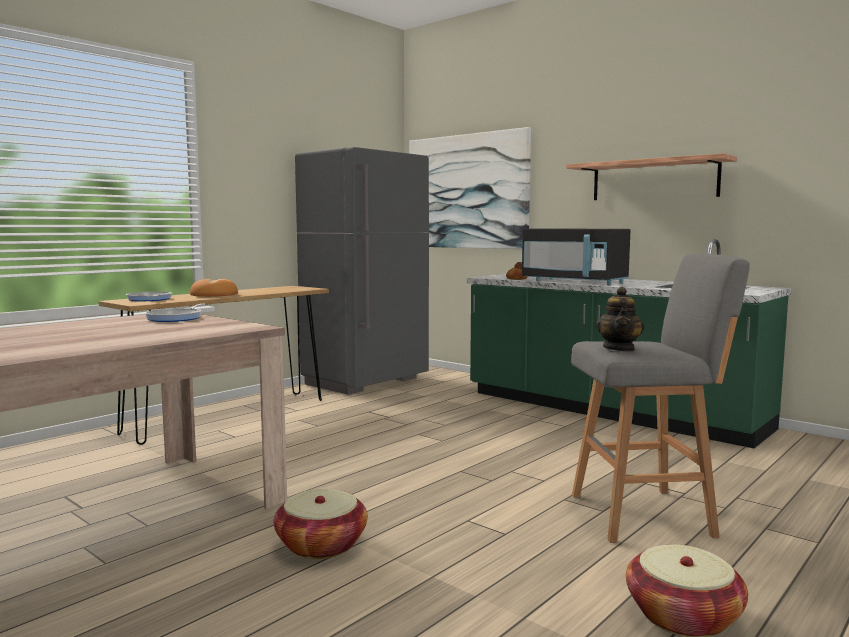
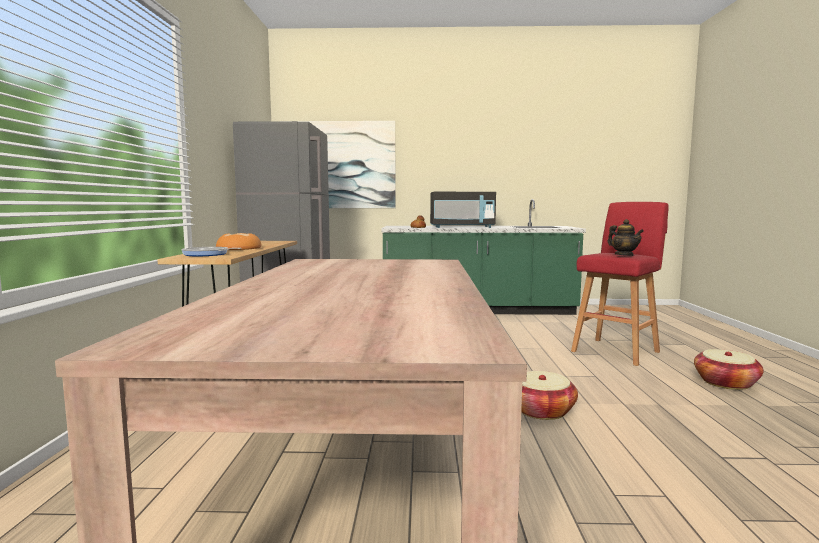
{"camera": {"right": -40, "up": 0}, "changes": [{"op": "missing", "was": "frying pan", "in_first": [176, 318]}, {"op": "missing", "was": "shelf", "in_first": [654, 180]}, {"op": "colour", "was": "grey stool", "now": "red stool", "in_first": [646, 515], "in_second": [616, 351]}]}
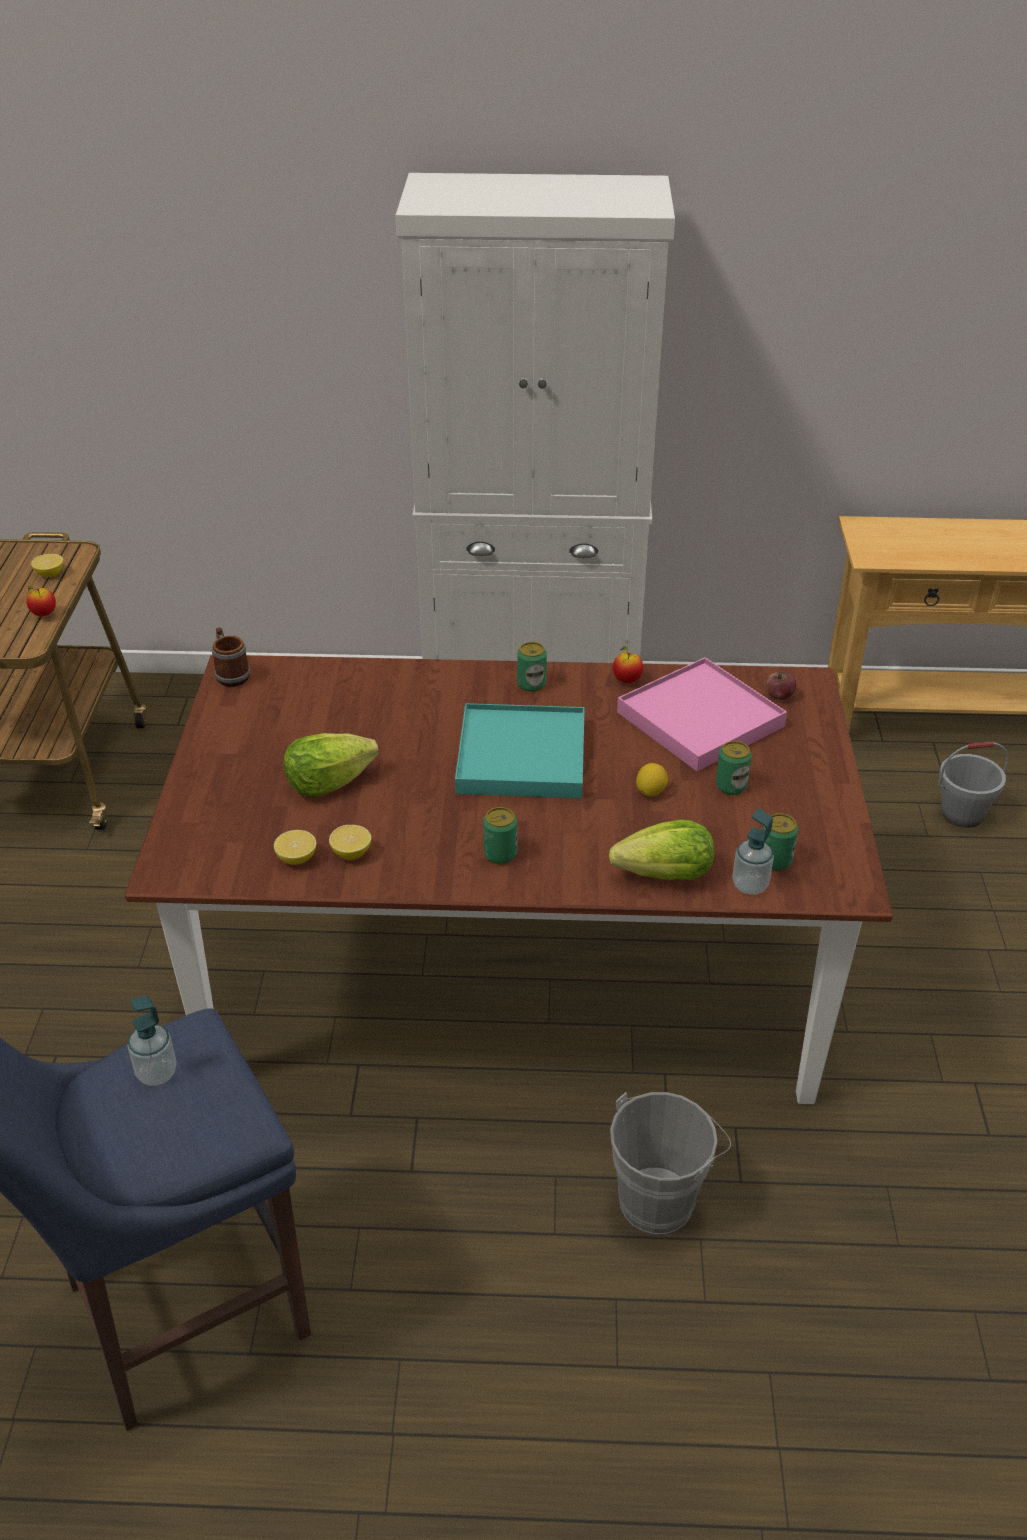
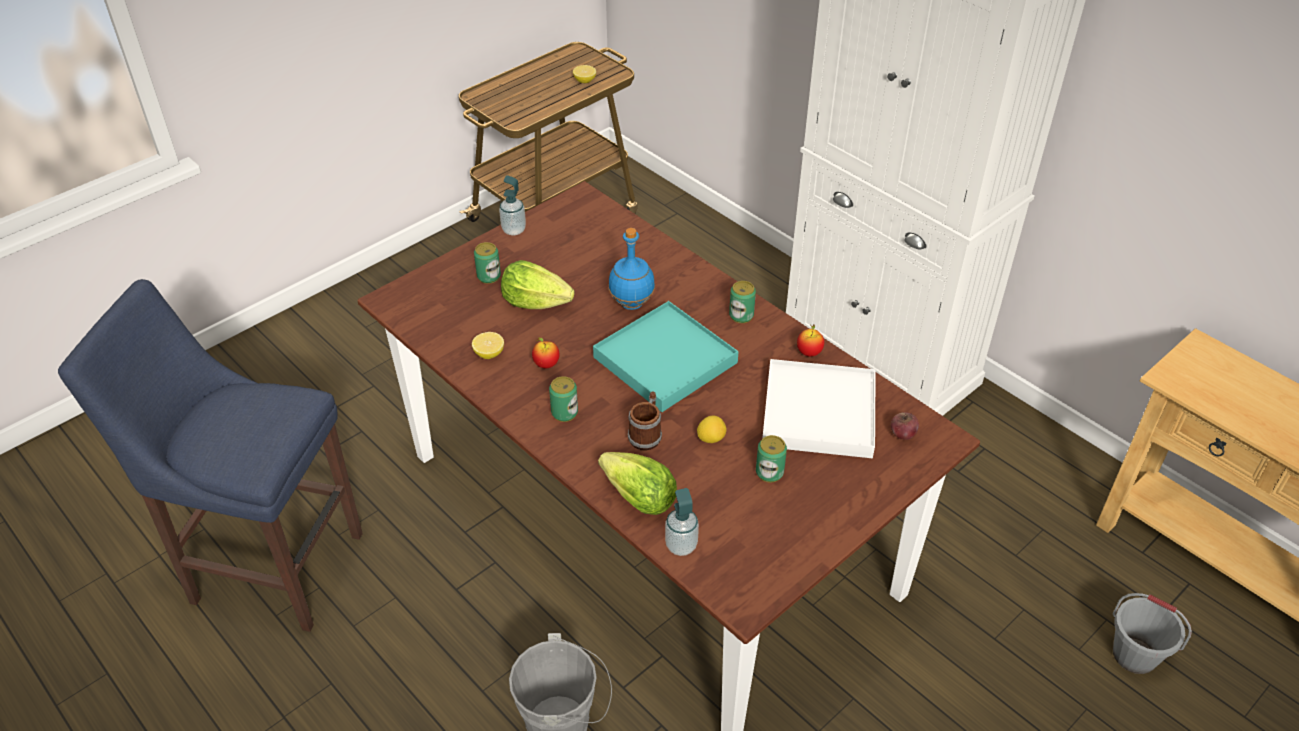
{"camera": {"right": 45, "up": 5}, "changes": [{"op": "missing", "was": "lemon", "in_first": [297, 858]}, {"op": "appeared", "now": "blue bottle", "in_second": [632, 303]}, {"op": "relocated", "was": "apple", "in_first": [44, 614], "in_second": [546, 364]}, {"op": "relocated", "was": "soap dispenser", "in_first": [157, 1073], "in_second": [514, 230]}, {"op": "relocated", "was": "mug", "in_first": [230, 674], "in_second": [646, 434]}, {"op": "relocated", "was": "can", "in_first": [775, 860], "in_second": [489, 276]}, {"op": "colour", "was": "pink tray", "now": "white tray", "in_first": [701, 719], "in_second": [819, 413]}]}
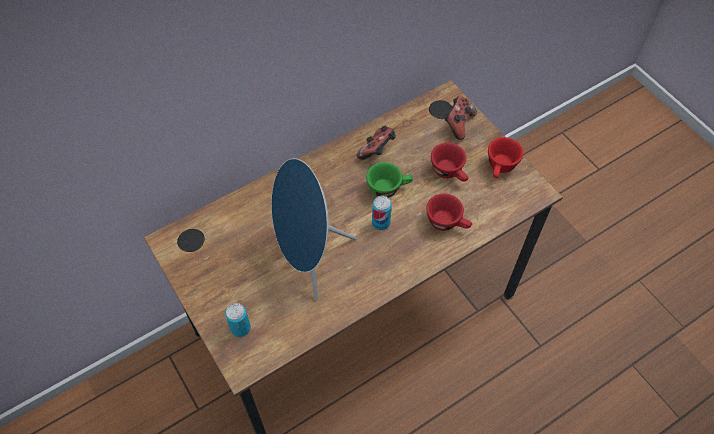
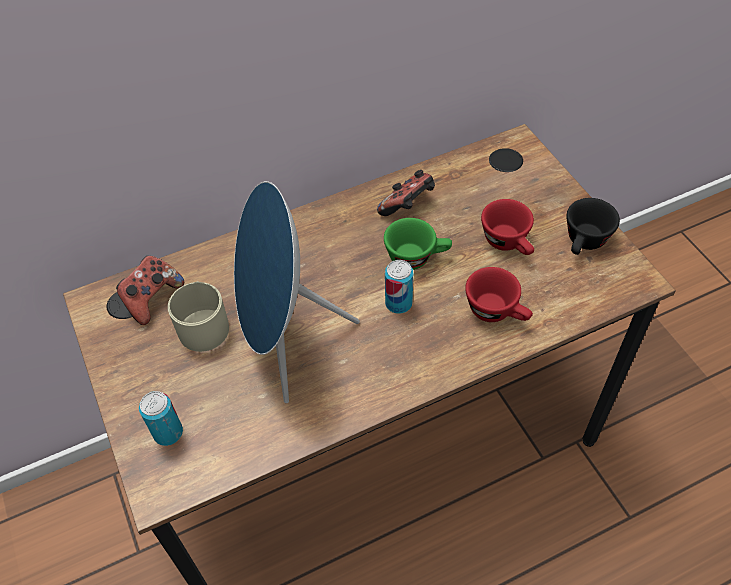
{"camera": {"right": 10, "up": -5}, "changes": [{"op": "appeared", "now": "beige mug", "in_second": [203, 324]}, {"op": "relocated", "was": "game controller", "in_first": [458, 124], "in_second": [152, 298]}, {"op": "colour", "was": "red cup", "now": "black cup", "in_first": [500, 168], "in_second": [584, 243]}]}
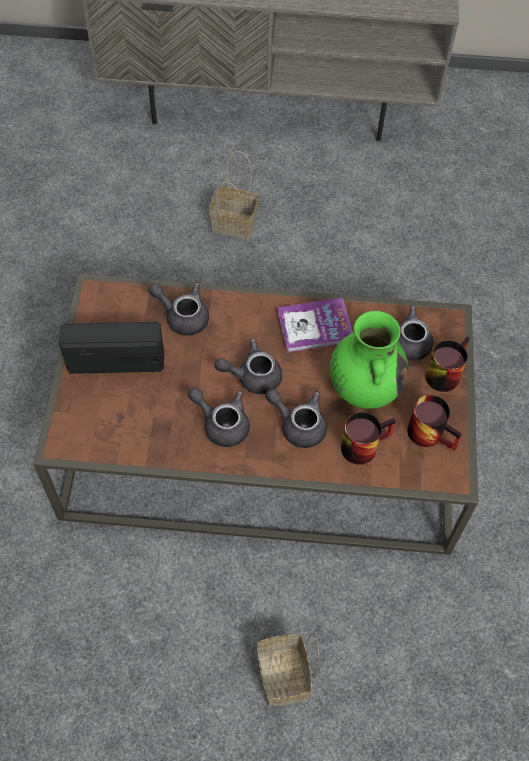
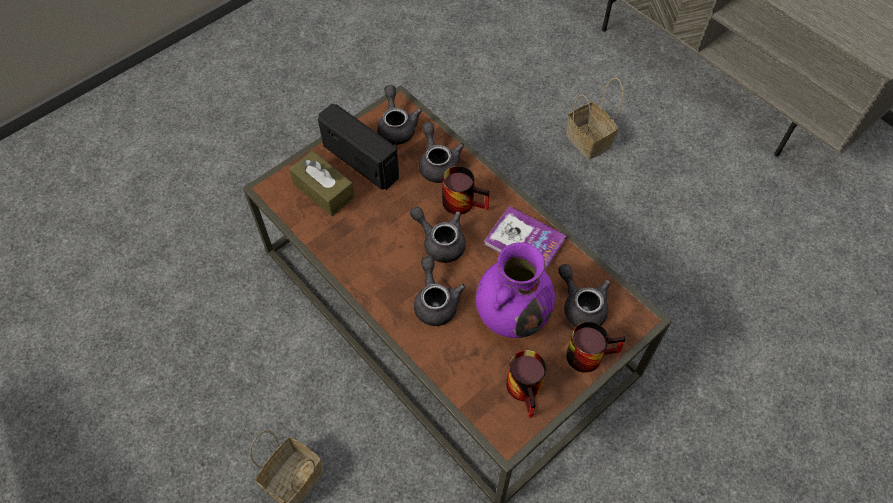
{"camera": {"right": 45, "up": 0}, "changes": [{"op": "appeared", "now": "brown tissue box", "in_second": [323, 190]}, {"op": "relocated", "was": "grey teapot", "in_first": [221, 423], "in_second": [396, 126]}, {"op": "relocated", "was": "mug", "in_first": [363, 443], "in_second": [464, 201]}, {"op": "colour", "was": "green vase", "now": "purple vase", "in_first": [364, 388], "in_second": [512, 315]}]}
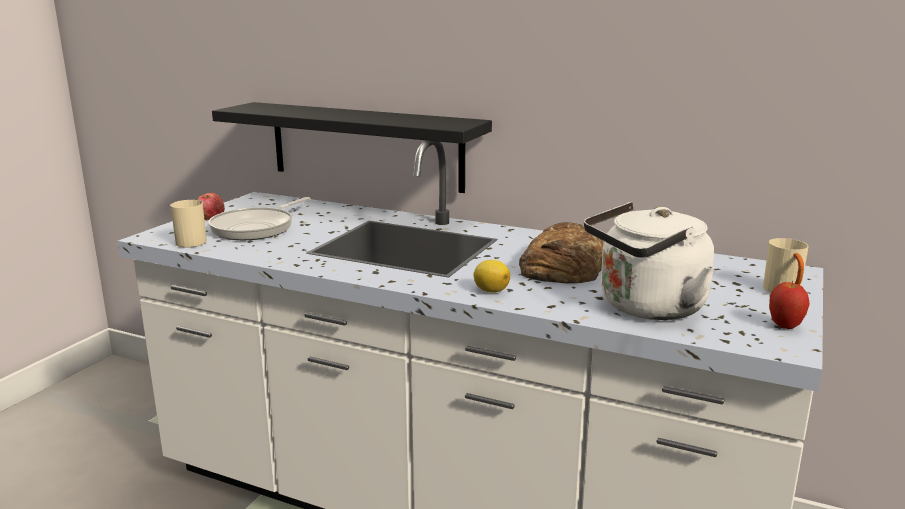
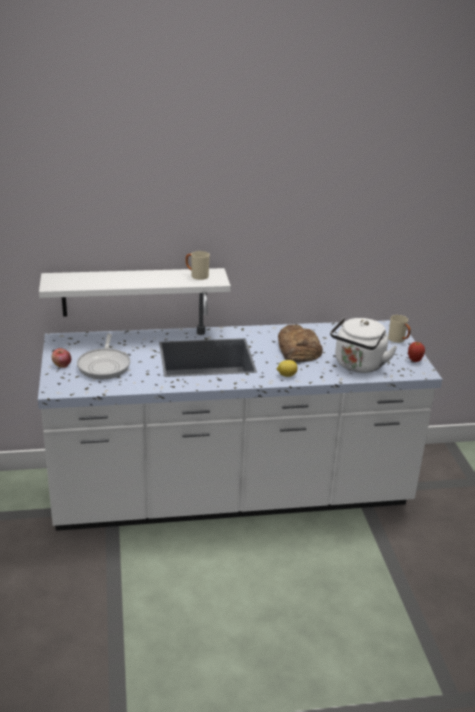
{"camera": {"right": -35, "up": 10}, "changes": [{"op": "relocated", "was": "beige mug", "in_first": [190, 241], "in_second": [196, 275]}, {"op": "colour", "was": "black shelf", "now": "white shelf", "in_first": [365, 146], "in_second": [135, 292]}]}
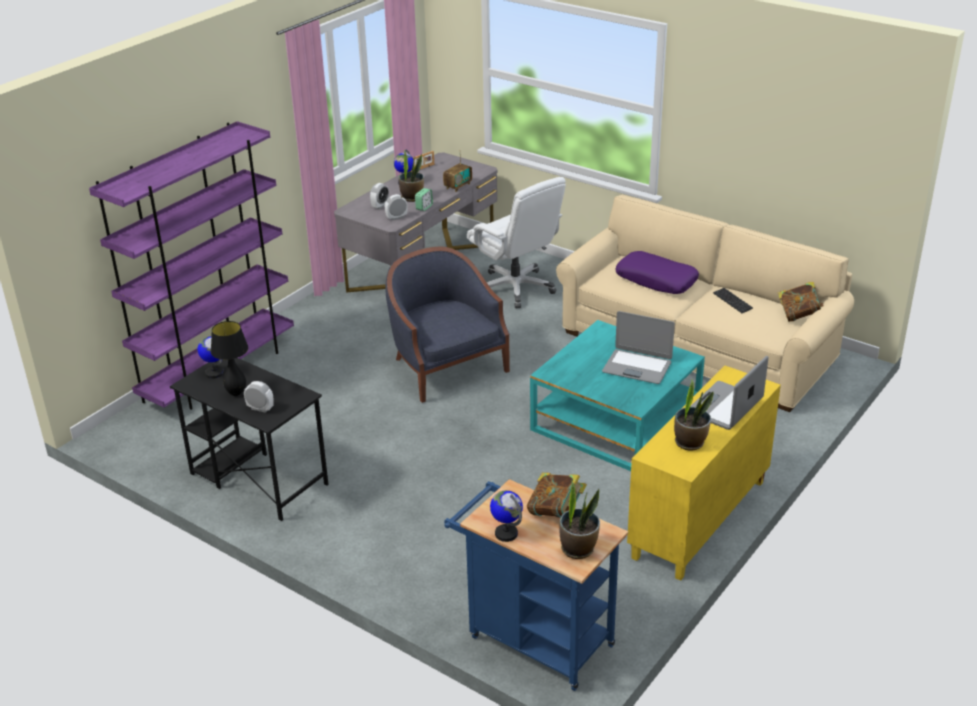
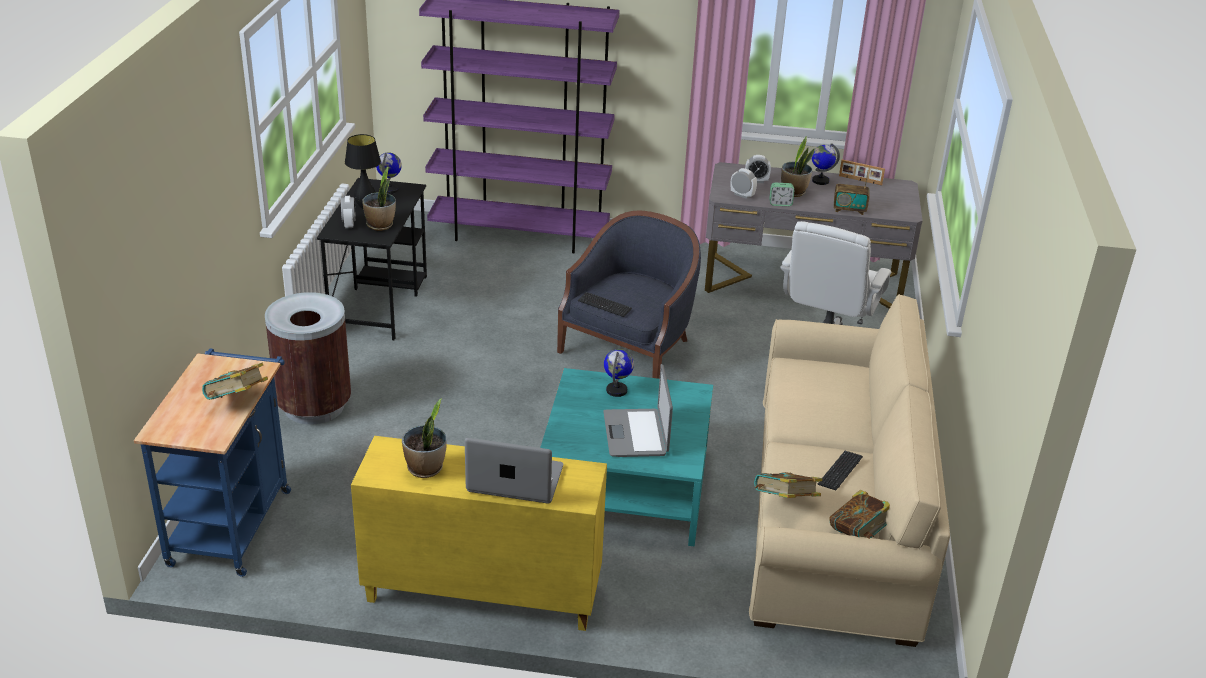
{"camera": {"right": 60, "up": 0}, "changes": [{"op": "missing", "was": "purple pillow", "in_first": [656, 280]}, {"op": "appeared", "now": "brown trash can", "in_second": [314, 406]}, {"op": "appeared", "now": "keyboard", "in_second": [604, 305]}, {"op": "appeared", "now": "book", "in_second": [784, 503]}, {"op": "relocated", "was": "globe", "in_first": [506, 533], "in_second": [617, 390]}, {"op": "relocated", "was": "potted plant", "in_first": [578, 549], "in_second": [380, 225]}]}
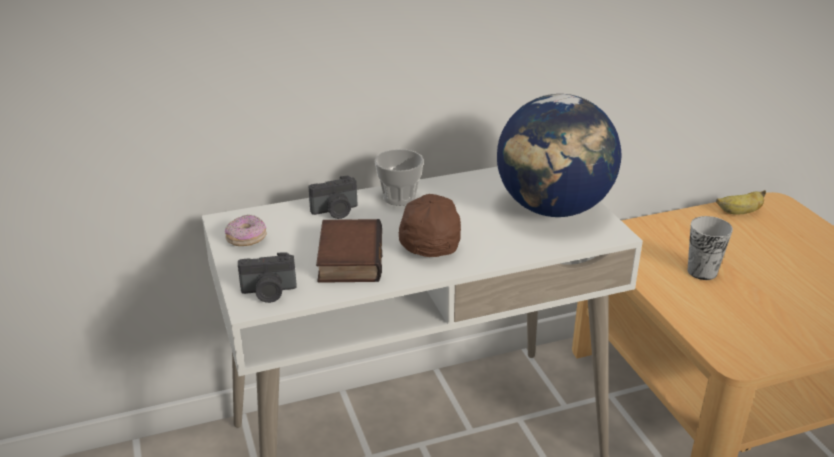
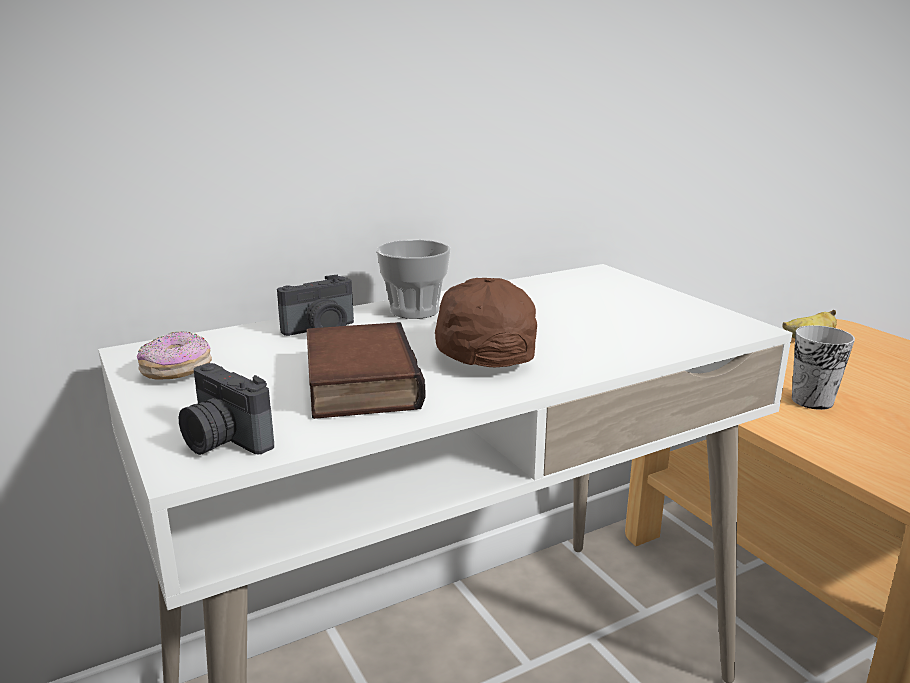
{"camera": {"right": -10, "up": -10}, "changes": [{"op": "missing", "was": "globe", "in_first": [553, 209]}, {"op": "spun", "was": "photo camera", "in_first": [269, 292], "in_second": [223, 441], "clockwise": 60}]}
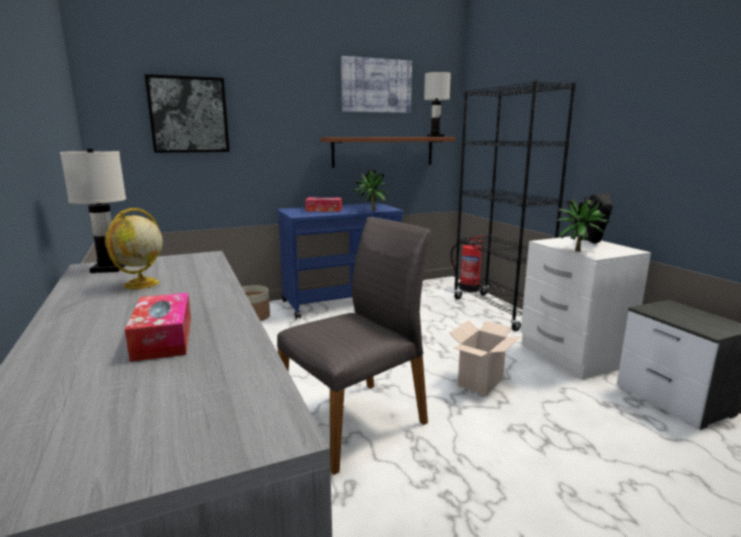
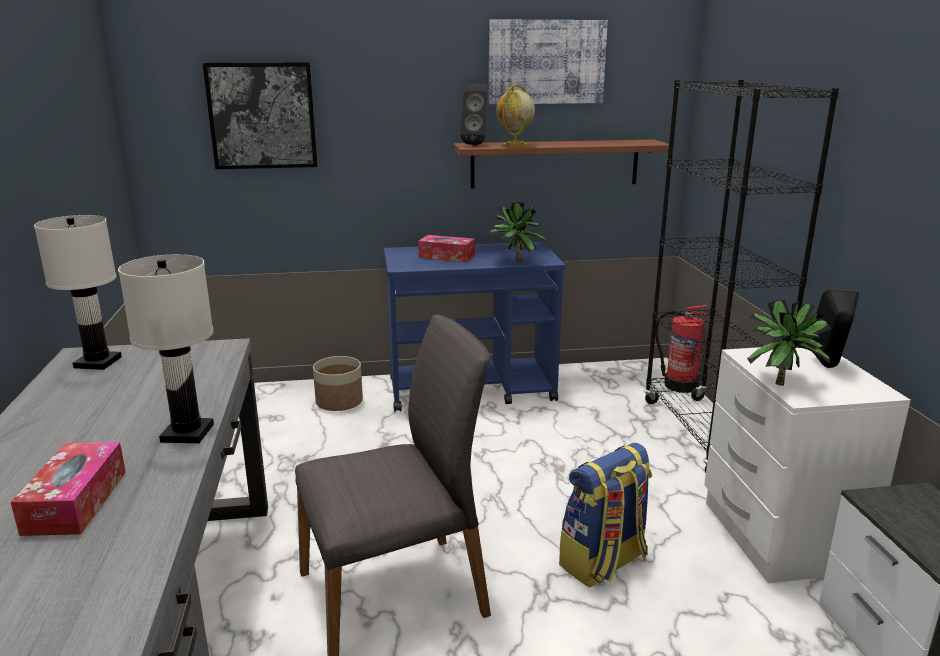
{"camera": {"right": 15, "up": 5}, "changes": [{"op": "appeared", "now": "black speaker", "in_second": [476, 145]}, {"op": "relocated", "was": "globe", "in_first": [140, 284], "in_second": [515, 145]}, {"op": "relocated", "was": "white table lamp", "in_first": [435, 136], "in_second": [188, 433]}, {"op": "exchanged", "was": "cardboard box", "now": "backpack", "in_first": [481, 383], "in_second": [604, 563]}]}
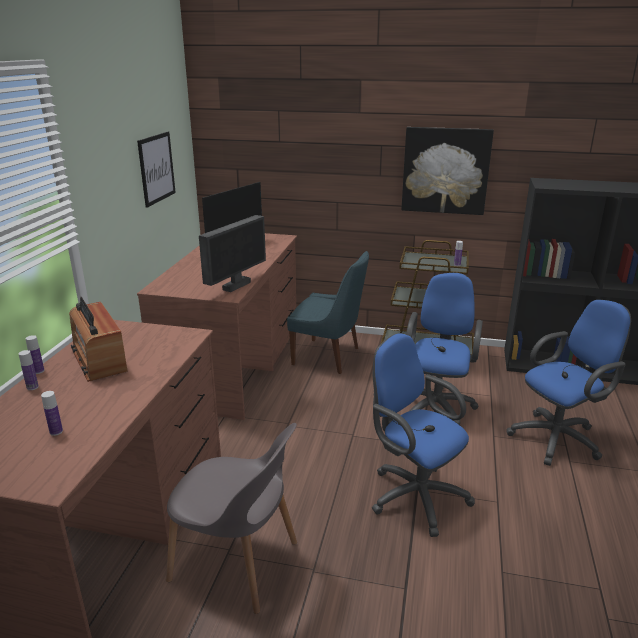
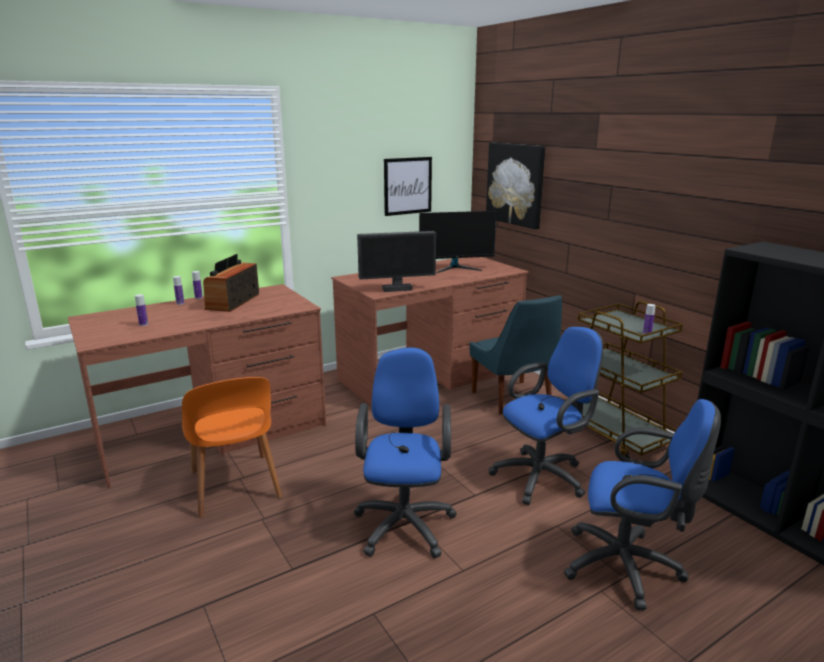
{"camera": {"right": 45, "up": -5}, "changes": [{"op": "relocated", "was": "picture", "in_first": [445, 170], "in_second": [515, 184]}, {"op": "colour", "was": "grey chair", "now": "orange chair", "in_first": [237, 563], "in_second": [235, 486]}]}
